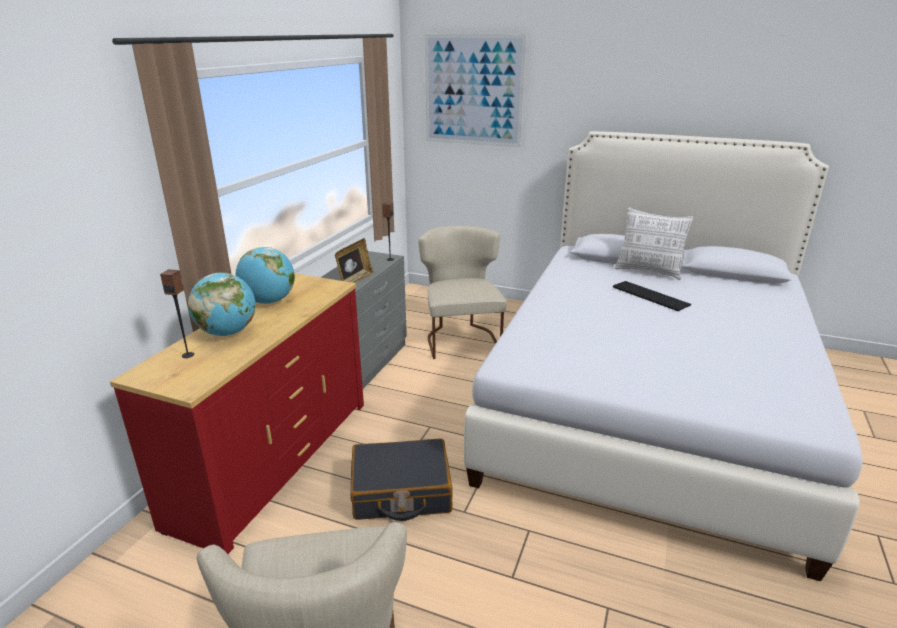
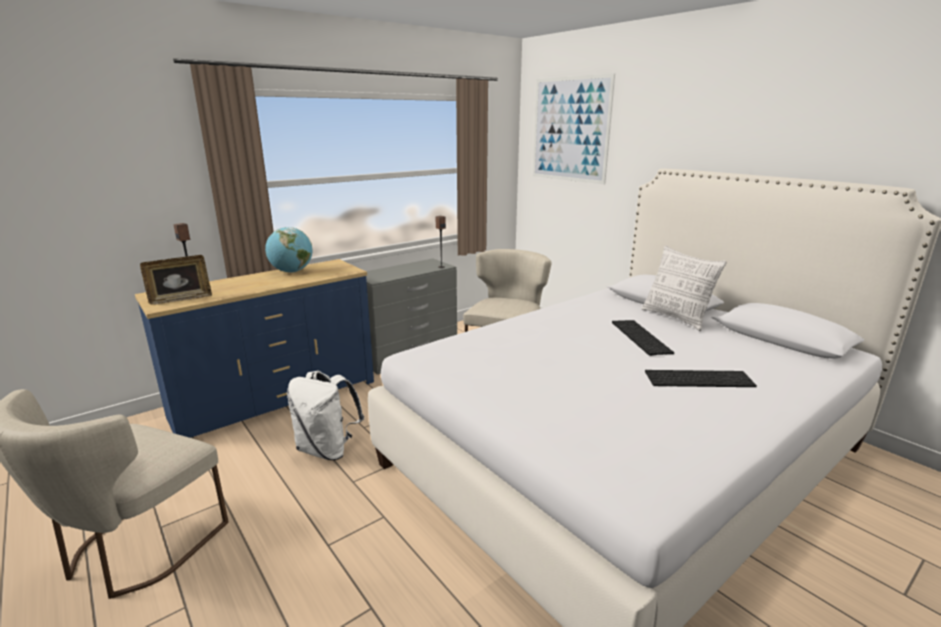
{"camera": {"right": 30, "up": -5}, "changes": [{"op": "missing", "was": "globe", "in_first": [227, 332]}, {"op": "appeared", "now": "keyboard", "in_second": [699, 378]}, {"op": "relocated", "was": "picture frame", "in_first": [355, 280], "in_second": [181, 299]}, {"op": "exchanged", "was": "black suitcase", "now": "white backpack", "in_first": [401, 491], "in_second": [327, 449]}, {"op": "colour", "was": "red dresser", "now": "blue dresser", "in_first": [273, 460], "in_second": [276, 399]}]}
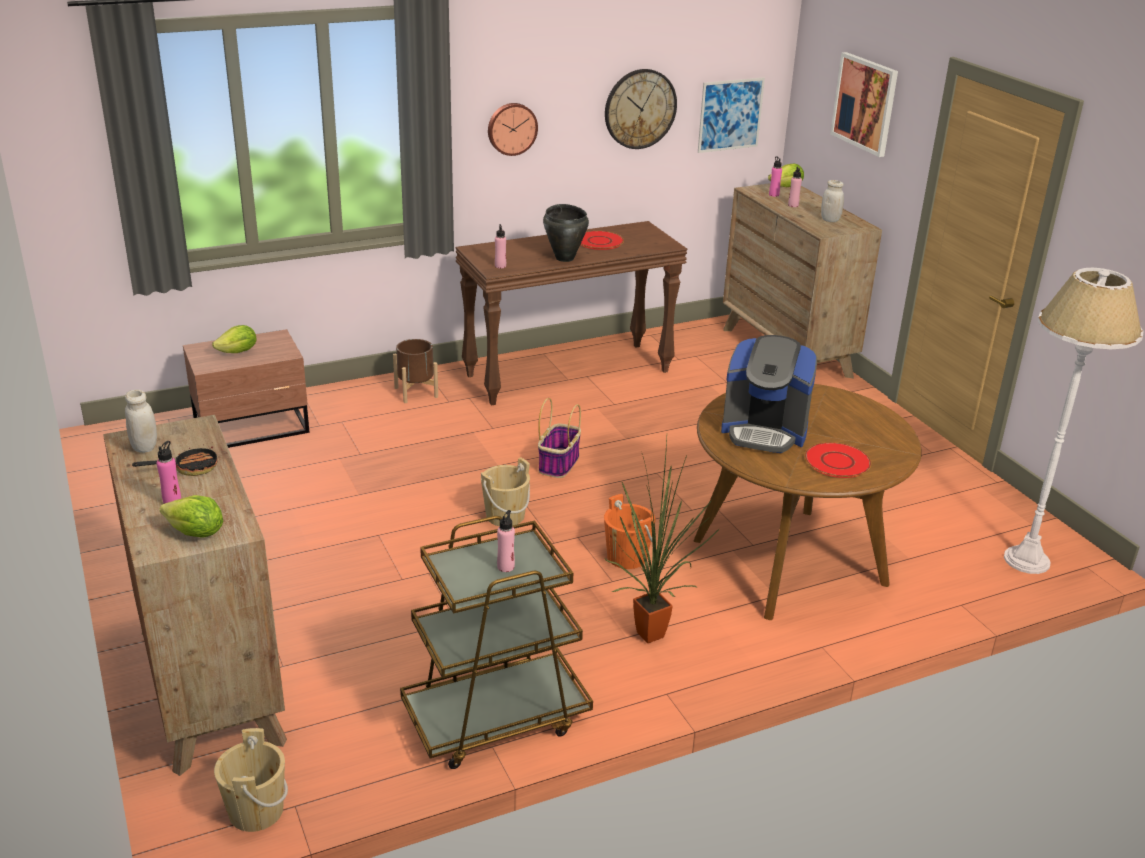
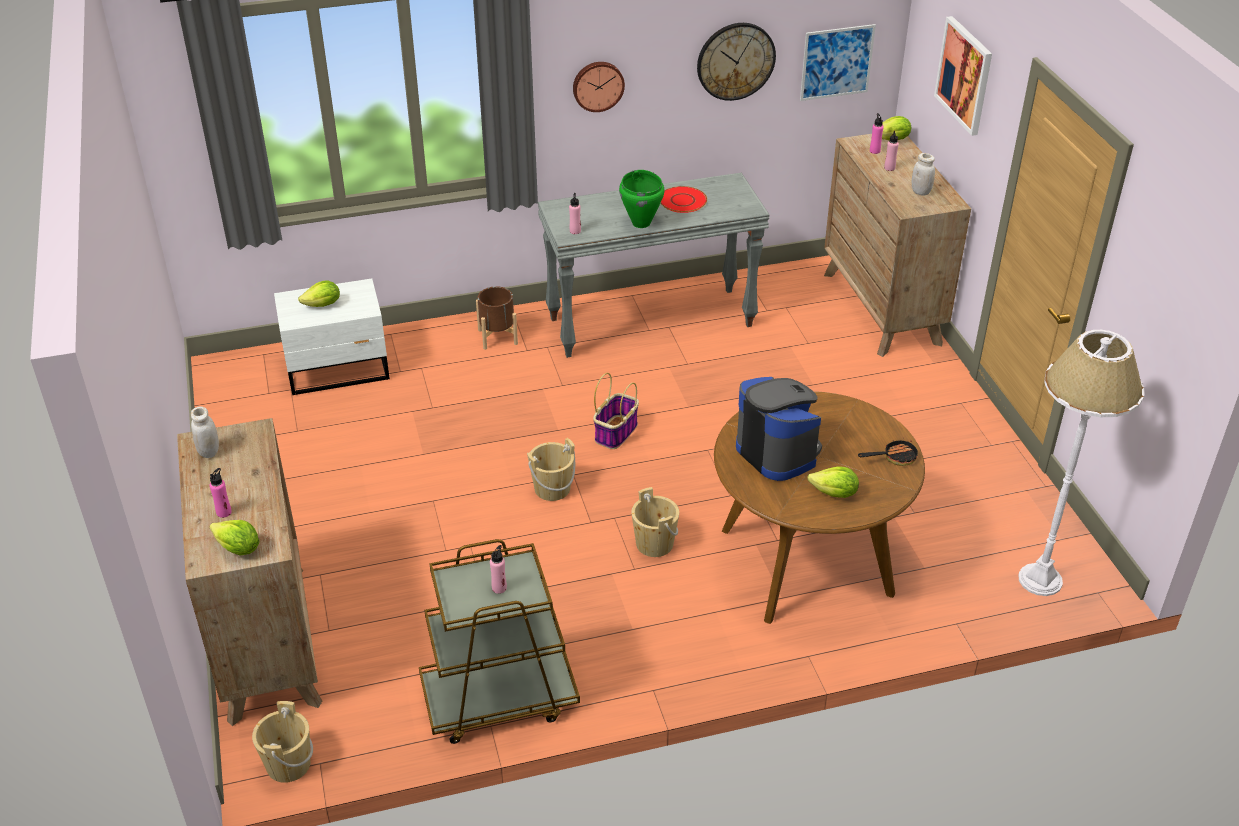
{"camera": {"right": 10, "up": 10}, "changes": [{"op": "missing", "was": "potted plant", "in_first": [655, 634]}, {"op": "relocated", "was": "frying pan", "in_first": [189, 468], "in_second": [894, 457]}, {"op": "exchanged", "was": "red plate", "now": "lettuce", "in_first": [837, 462], "in_second": [834, 494]}, {"op": "colour", "was": "brown nightstand", "now": "white nightstand", "in_first": [253, 427], "in_second": [339, 369]}, {"op": "colour", "was": "brown console table", "now": "grey console table", "in_first": [568, 373], "in_second": [651, 321]}, {"op": "colour", "was": "black cooking pot", "now": "green cooking pot", "in_first": [565, 258], "in_second": [641, 223]}, {"op": "colour", "was": "orange bucket", "now": "beige bucket", "in_first": [627, 557], "in_second": [654, 544]}, {"op": "spun", "was": "coffee machine", "in_first": [764, 431], "in_second": [777, 452], "clockwise": -150}]}
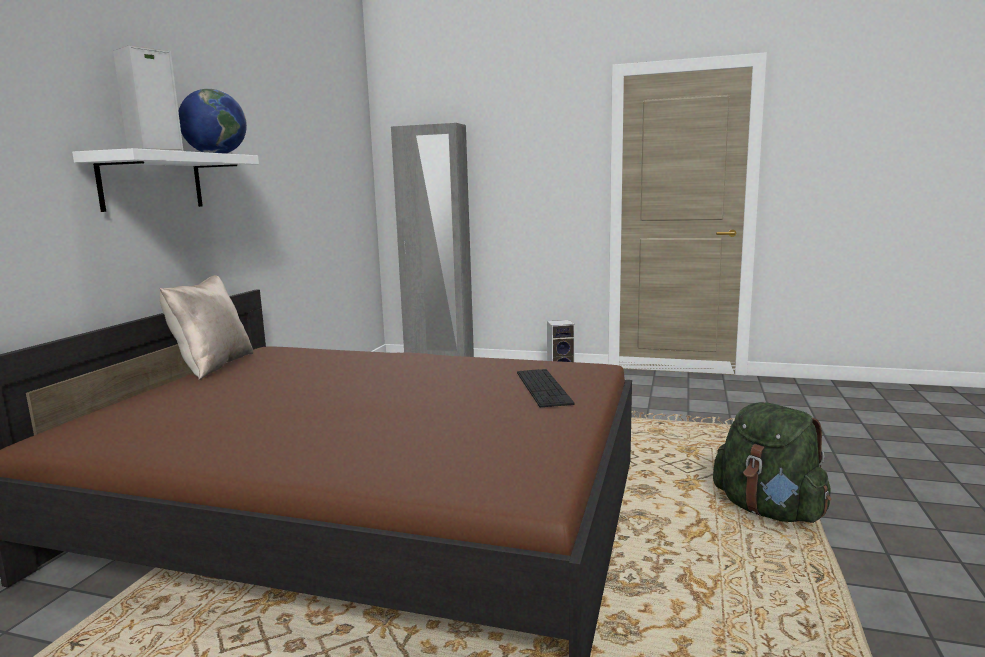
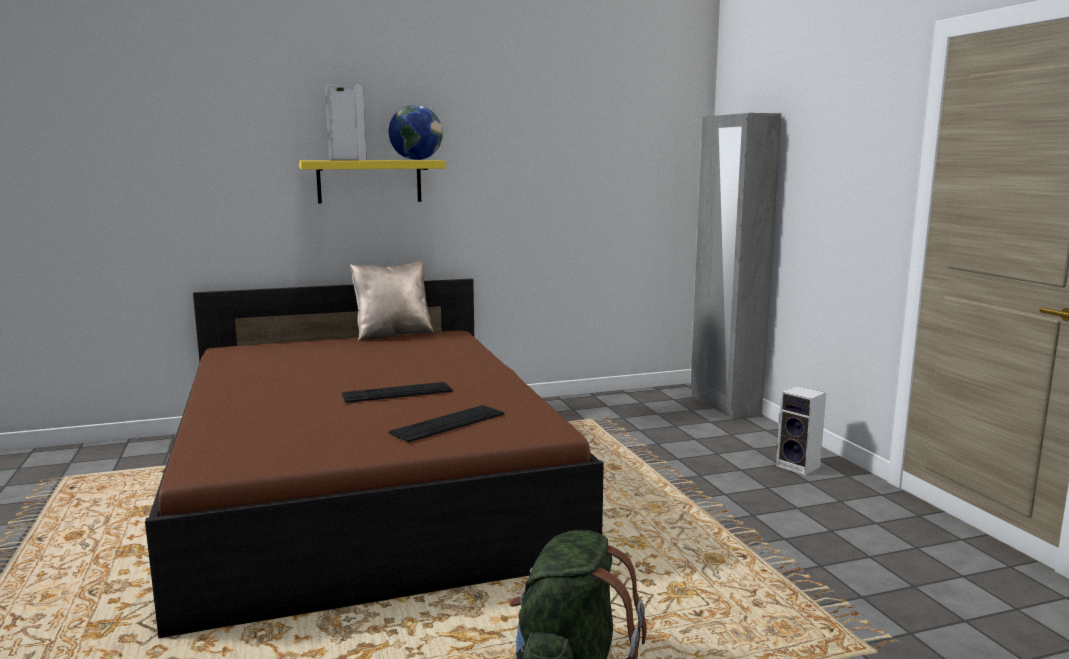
{"camera": {"right": 55, "up": 0}, "changes": [{"op": "appeared", "now": "keyboard", "in_second": [397, 392]}, {"op": "colour", "was": "white shelf", "now": "yellow shelf", "in_first": [152, 182], "in_second": [369, 181]}]}
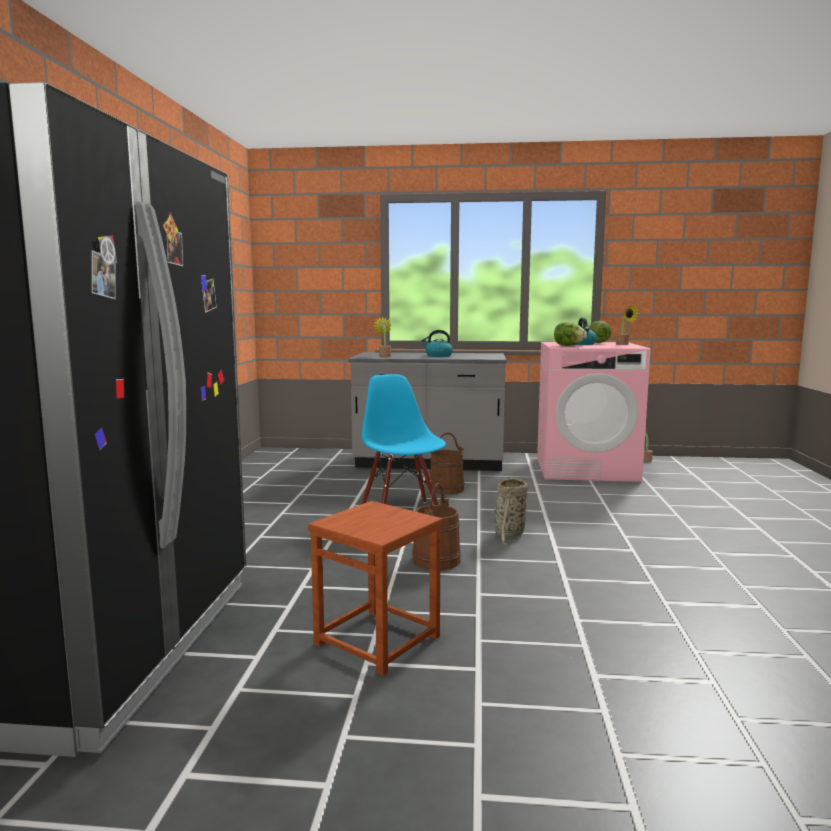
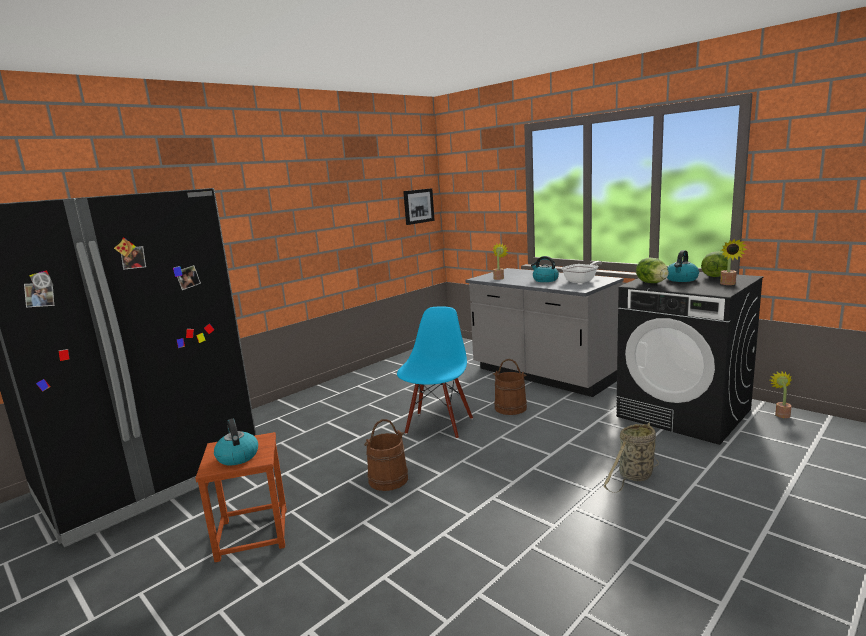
{"camera": {"right": 40, "up": 5}, "changes": [{"op": "appeared", "now": "kettle", "in_second": [237, 456]}, {"op": "appeared", "now": "picture", "in_second": [418, 206]}, {"op": "appeared", "now": "frying pan", "in_second": [582, 281]}, {"op": "relocated", "was": "basket", "in_first": [509, 534], "in_second": [634, 477]}, {"op": "colour", "was": "pink washing machine", "now": "black washing machine", "in_first": [586, 469], "in_second": [684, 413]}]}
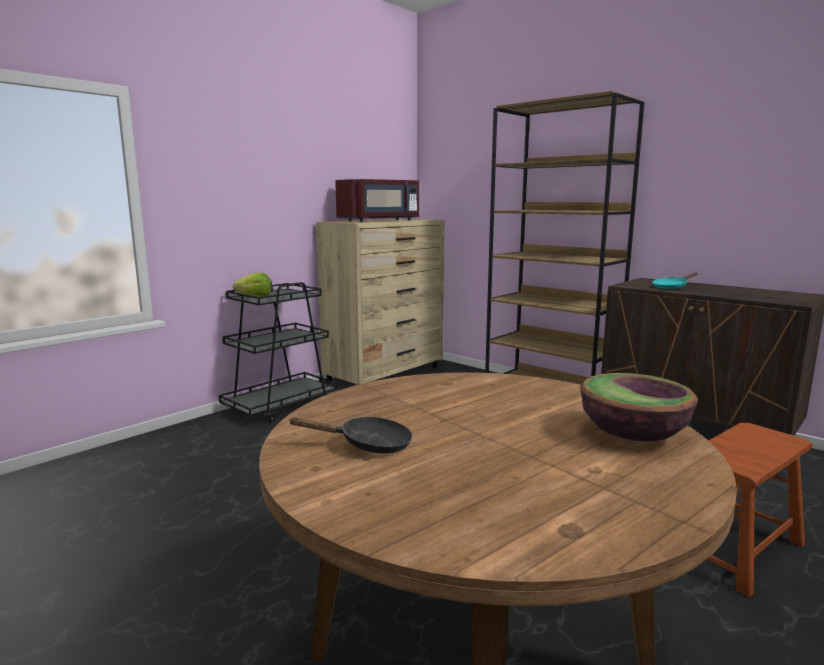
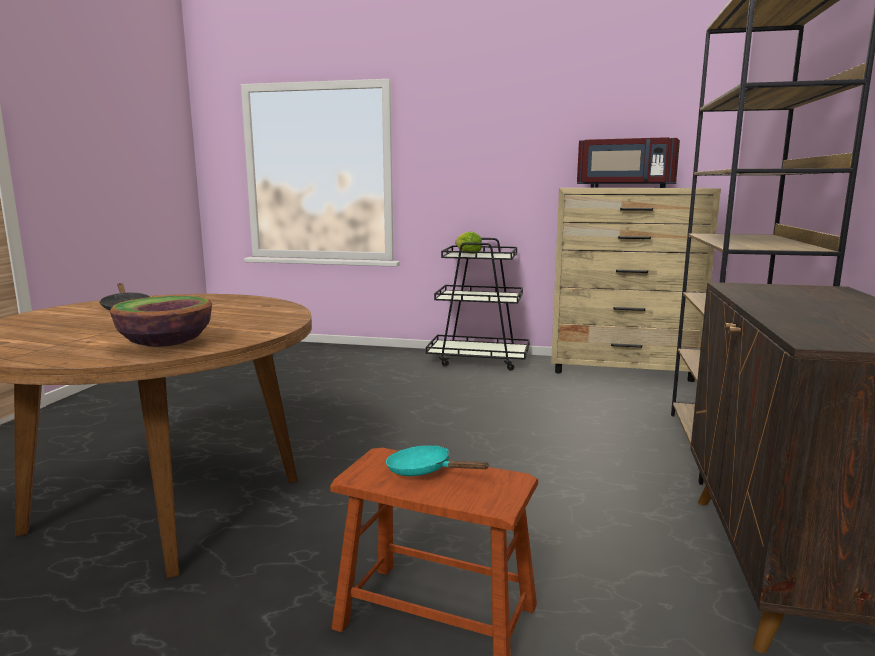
{"camera": {"right": 60, "up": 0}, "changes": [{"op": "relocated", "was": "turquoise frying pan", "in_first": [671, 287], "in_second": [425, 471]}]}
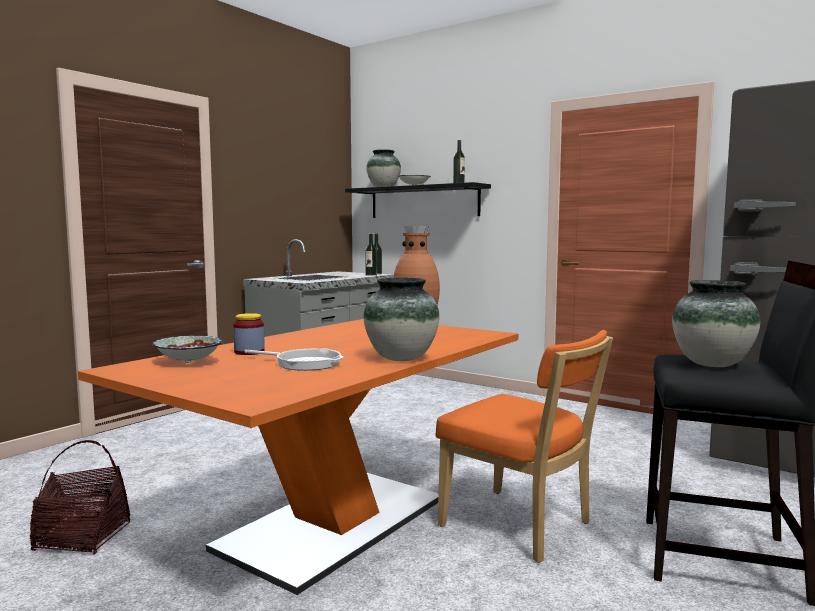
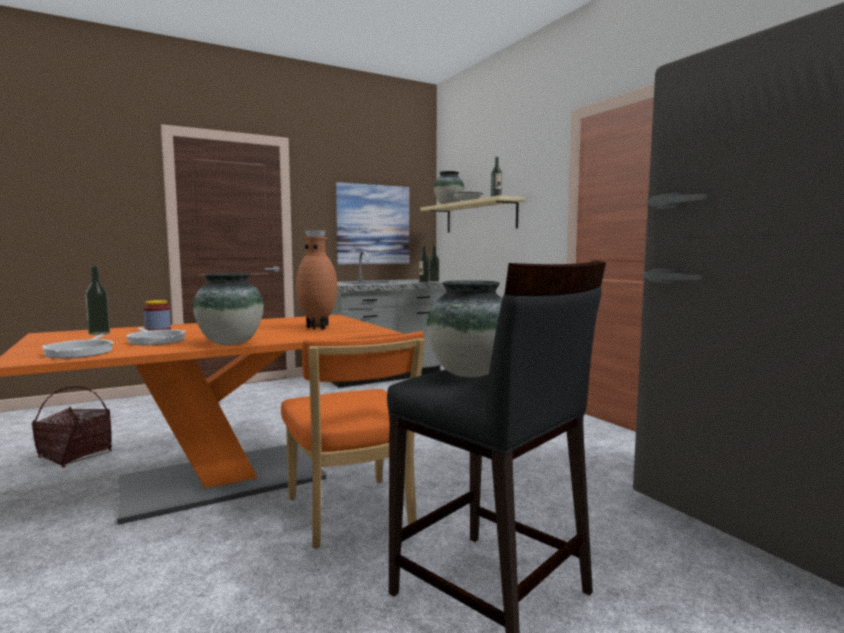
{"camera": {"right": 25, "up": 0}, "changes": [{"op": "appeared", "now": "frying pan", "in_second": [81, 352]}, {"op": "appeared", "now": "picture", "in_second": [373, 224]}, {"op": "exchanged", "was": "bowl", "now": "bottle", "in_first": [189, 362], "in_second": [99, 333]}, {"op": "colour", "was": "black shelf", "now": "beige shelf", "in_first": [423, 202], "in_second": [480, 217]}]}
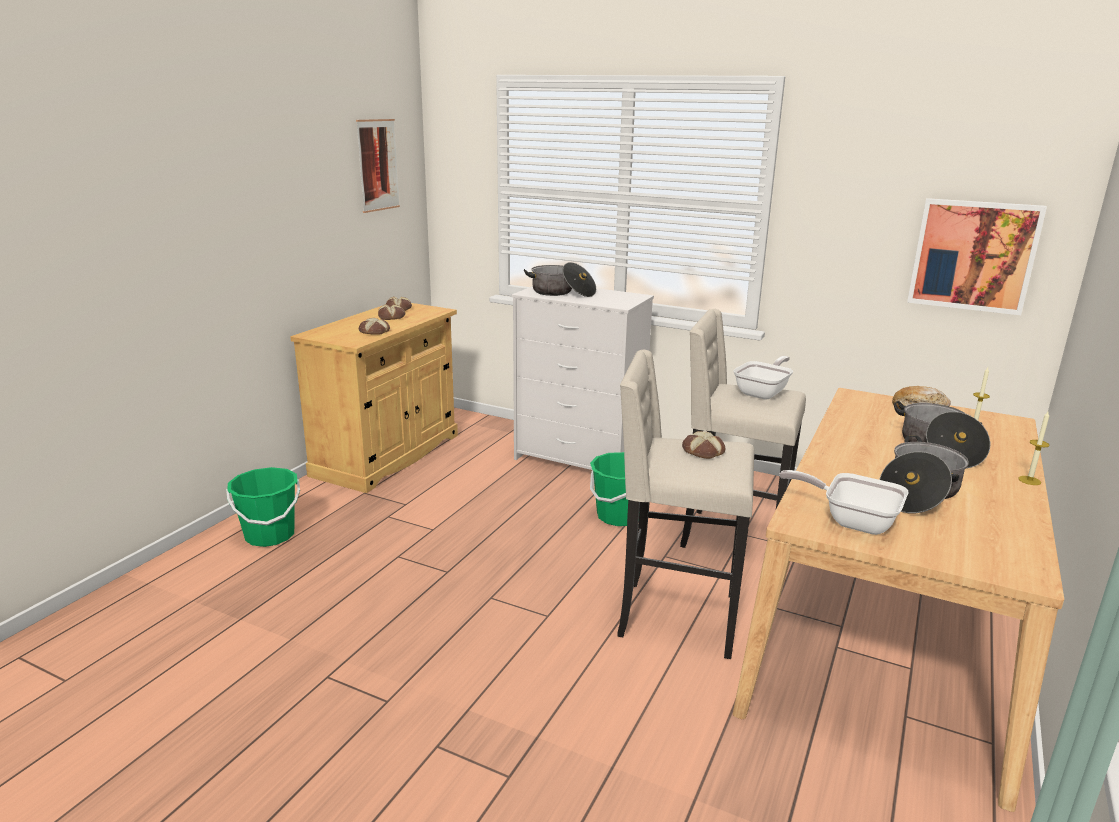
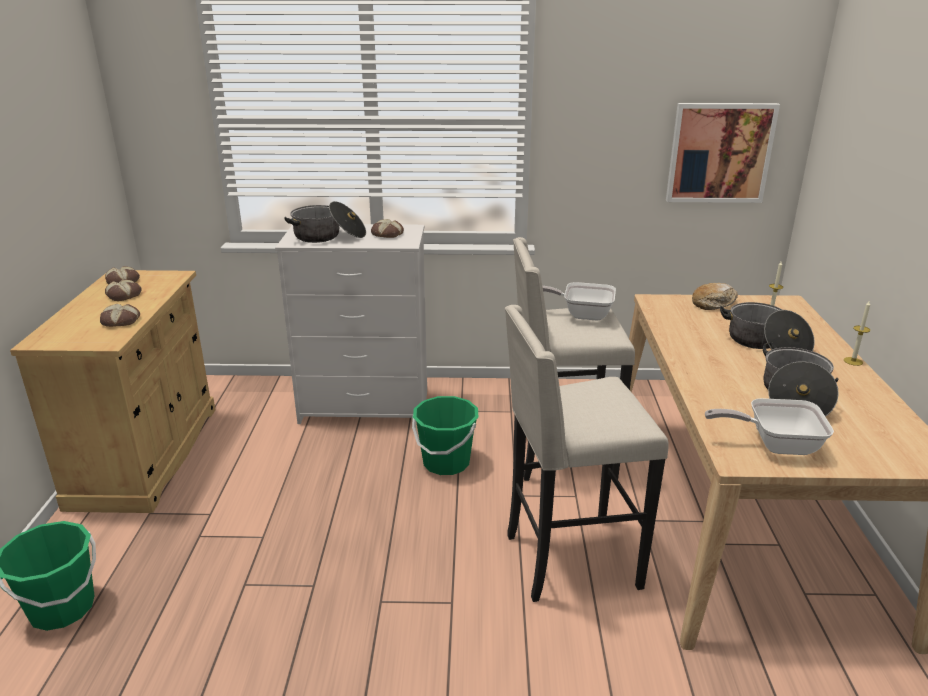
{"camera": {"right": -25, "up": 5}, "changes": [{"op": "missing", "was": "picture", "in_first": [378, 165]}, {"op": "relocated", "was": "bread", "in_first": [702, 451], "in_second": [386, 234]}, {"op": "spun", "was": "frying pan", "in_first": [763, 392], "in_second": [581, 314], "clockwise": -90}]}
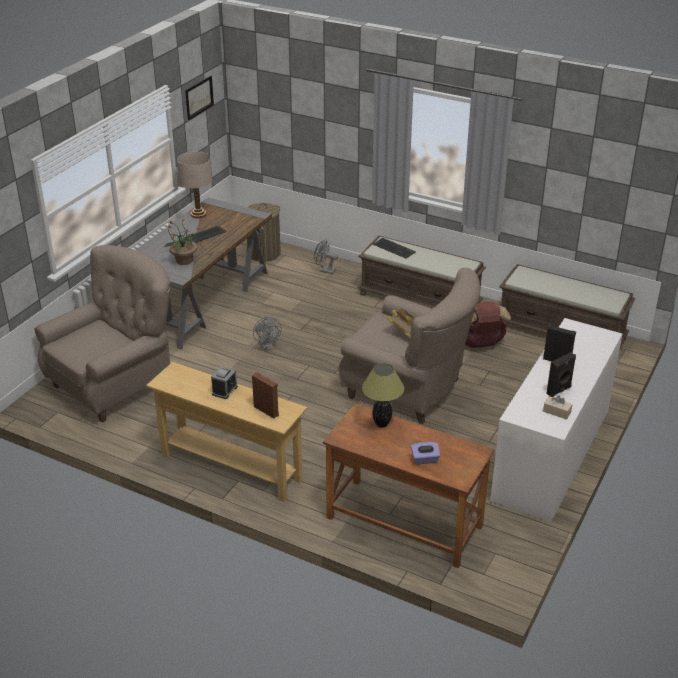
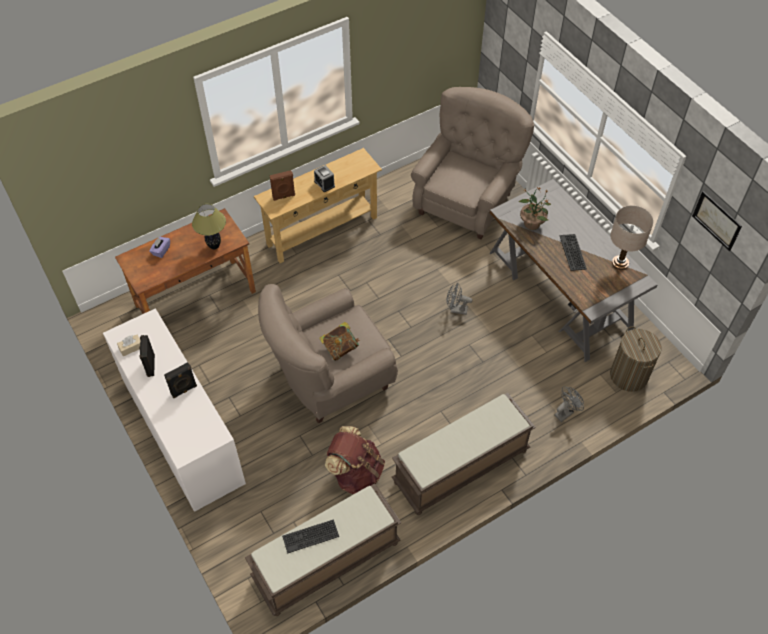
{"camera": {"right": 120, "up": 20}, "changes": [{"op": "relocated", "was": "keyboard", "in_first": [393, 248], "in_second": [310, 536]}, {"op": "spun", "was": "beige armchair", "in_first": [116, 383], "in_second": [466, 201], "clockwise": -135}]}
